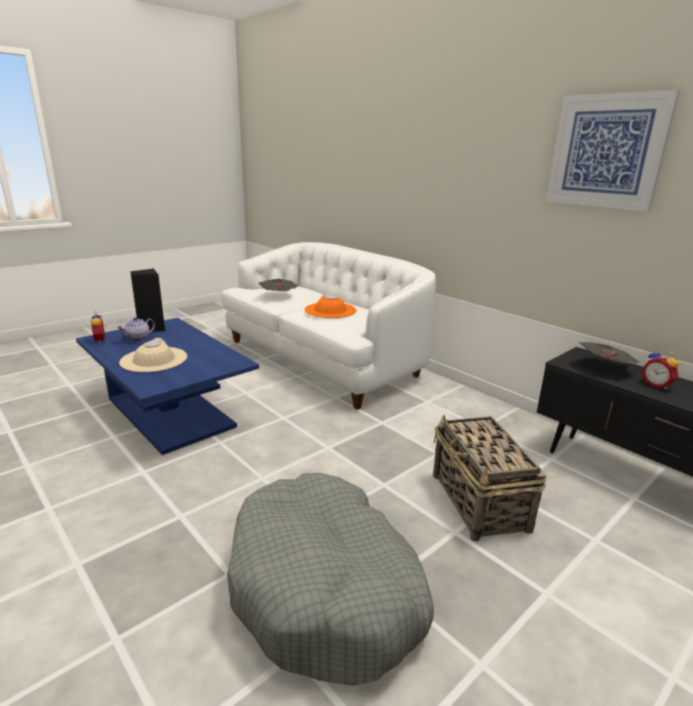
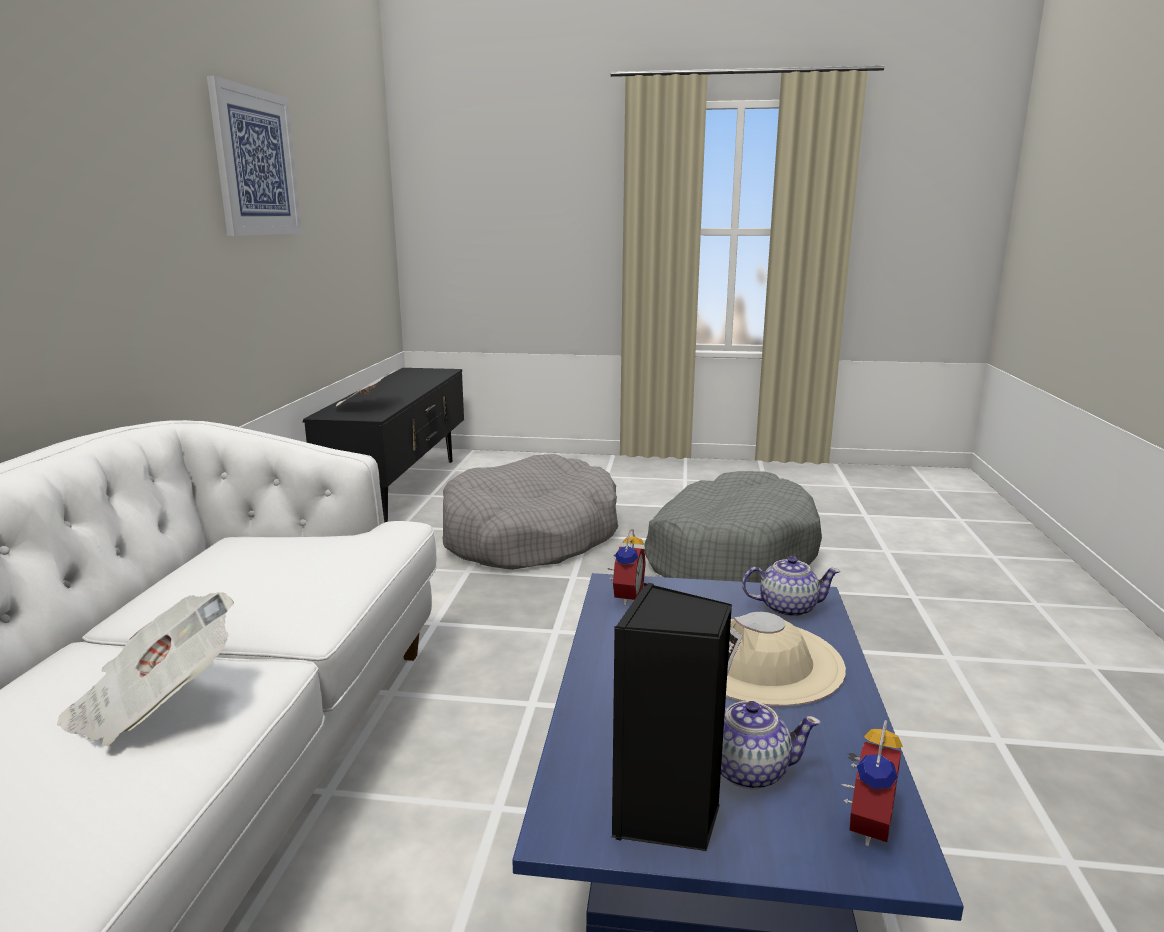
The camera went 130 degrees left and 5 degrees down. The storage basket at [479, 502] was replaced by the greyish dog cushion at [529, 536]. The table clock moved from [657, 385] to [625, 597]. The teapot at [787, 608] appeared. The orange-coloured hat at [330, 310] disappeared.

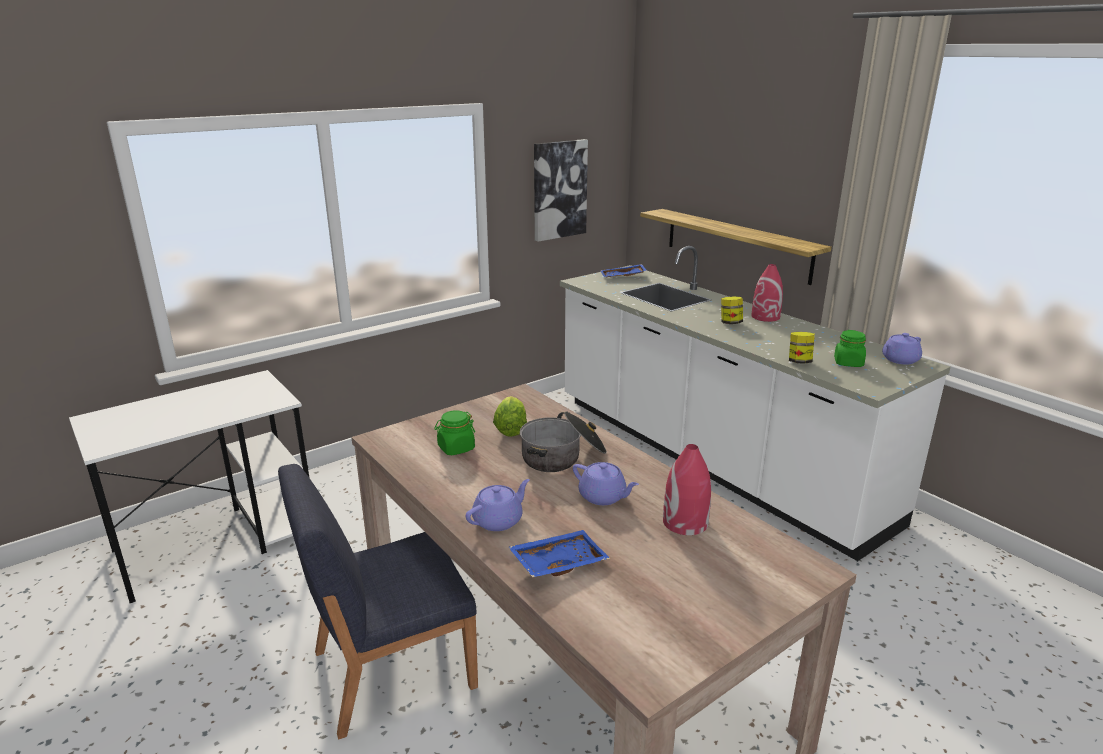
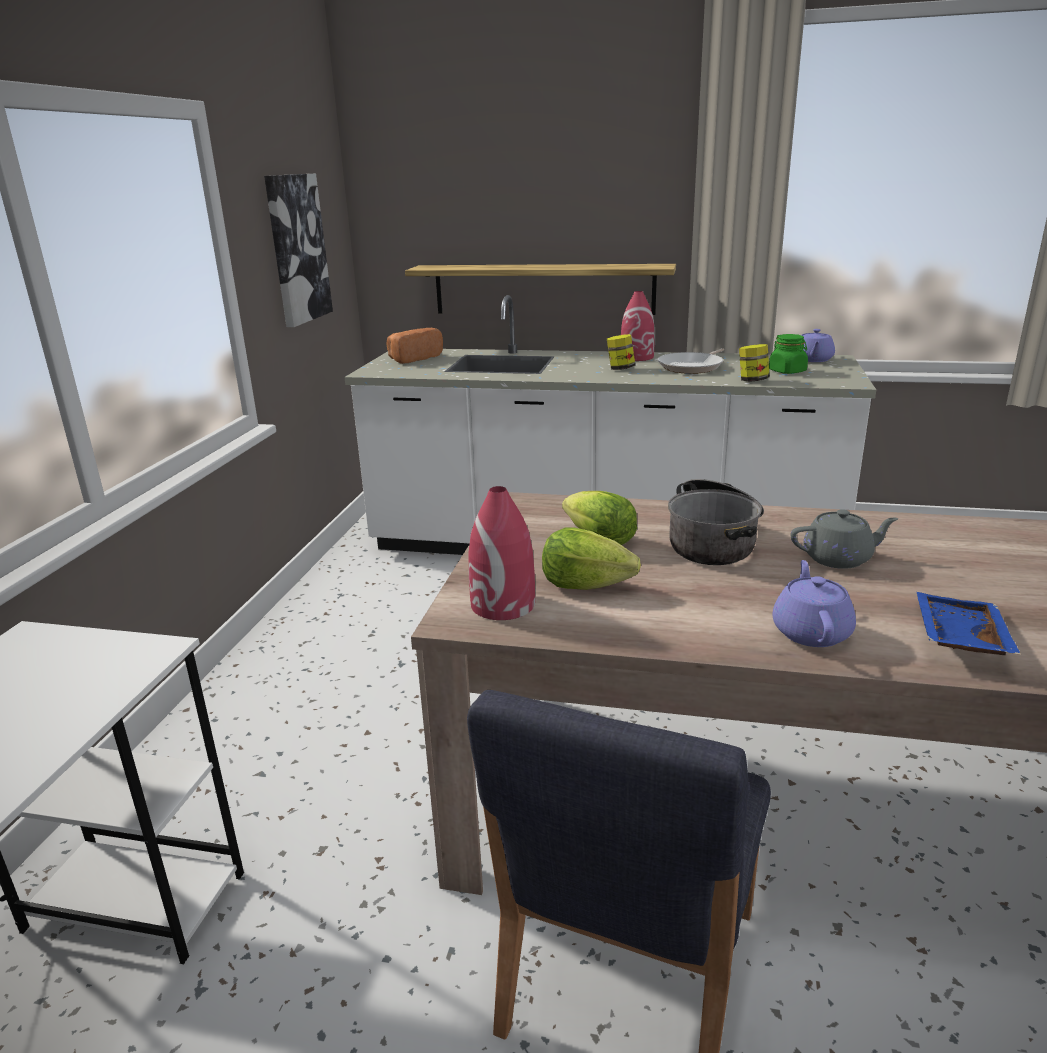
The camera went 40 degrees left and 0 degrees up. The bluish serving tray at [623, 277] was replaced by the bread at [413, 358]. The red flower vase moved from [685, 522] to [503, 605]. The green storage jar at [456, 448] was replaced by the head of lettuce at [585, 585]. The frying pan at [692, 367] appeared. The purple-coloured teapot at [603, 497] became the greyish teapot at [839, 558].

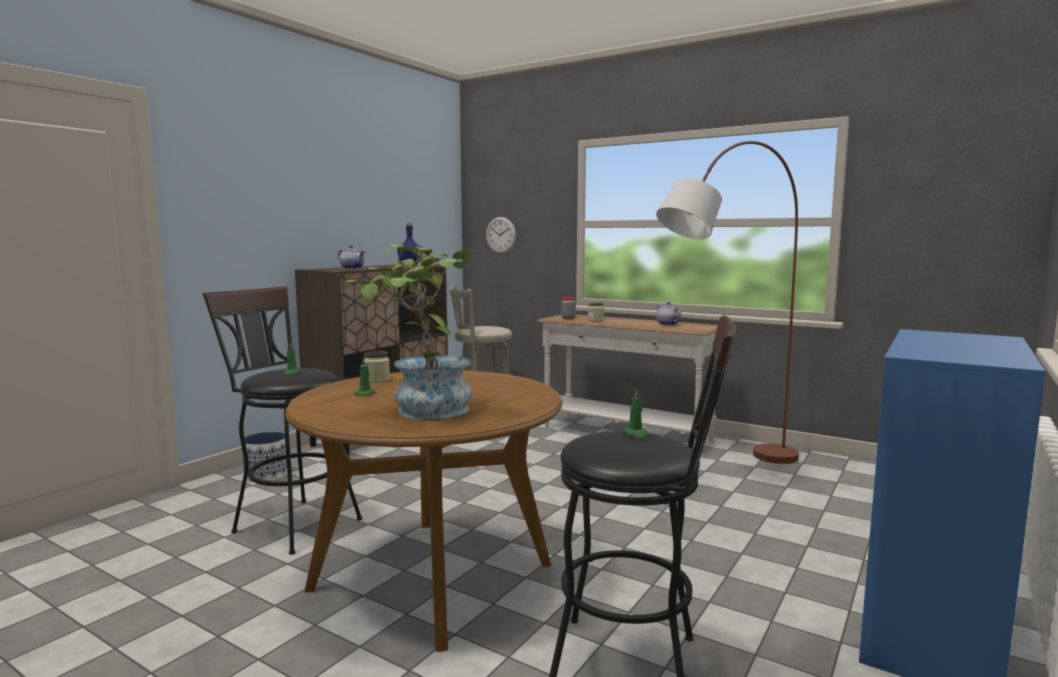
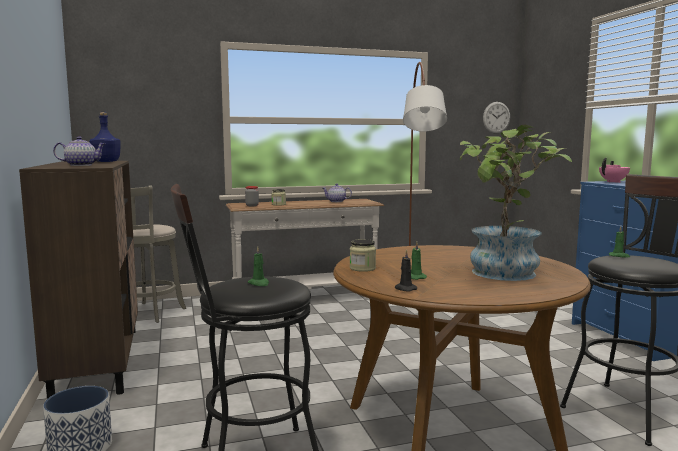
The camera went 50 degrees left and 0 degrees up. The blackish wax light at [404, 289] appeared. The hanging clock moved from [501, 235] to [496, 117]. The pink teapot at [613, 182] appeared.

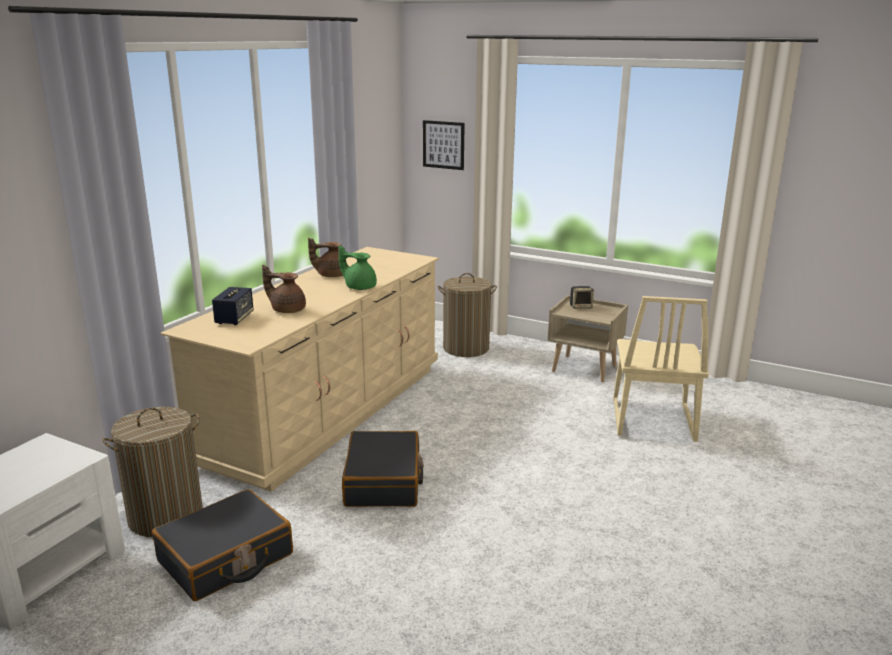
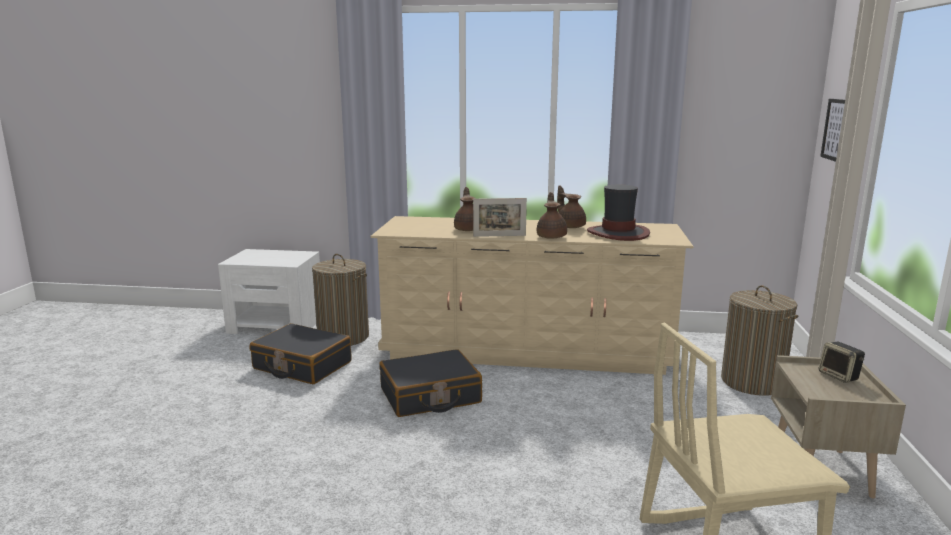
The camera went 70 degrees right and 5 degrees down. The standing frame at [499, 236] appeared. The green teapot at [359, 287] became the brown-coloured teapot at [551, 236]. The hat at [618, 233] appeared. The speaker at [234, 319] disappeared.

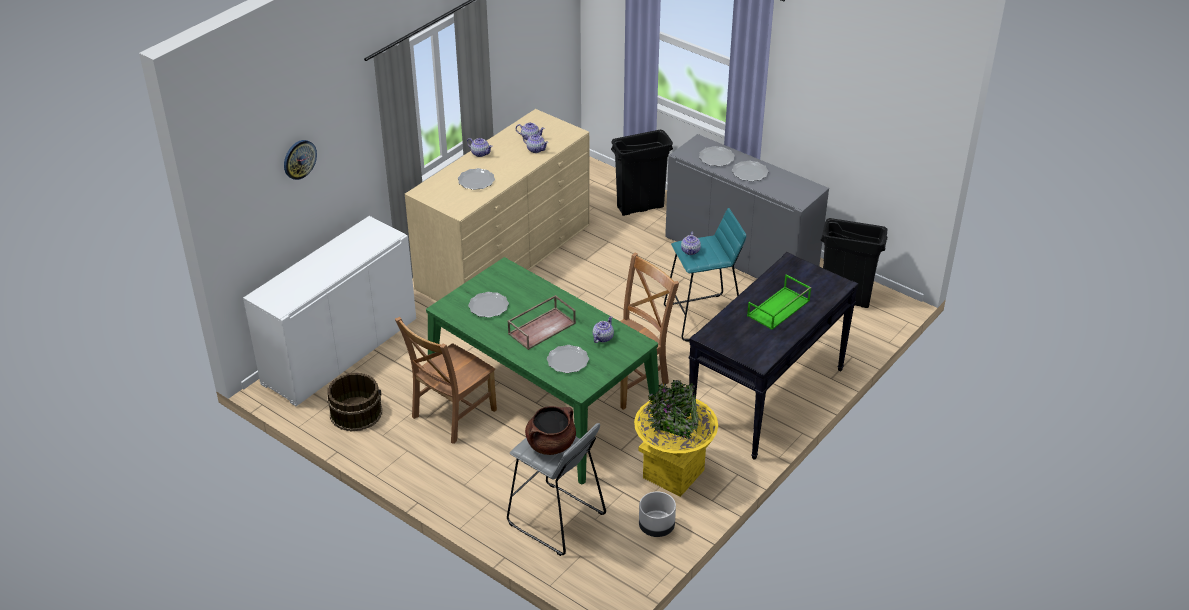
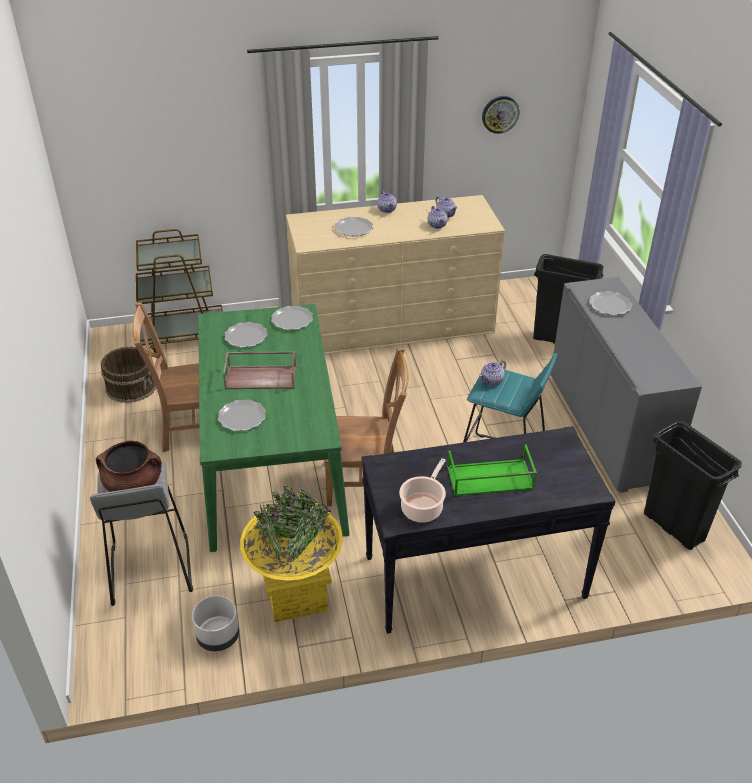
The camera went 40 degrees right and 0 degrees up. The white-coloured storage cabinet at [340, 351] was replaced by the brown-coloured wheeled cart at [182, 335]. The dinner plate moved from [750, 173] to [292, 320]. The saucepot at [423, 507] appeared. The hanging clock moved from [299, 159] to [500, 114]. The teapot at [602, 338] disappeared.

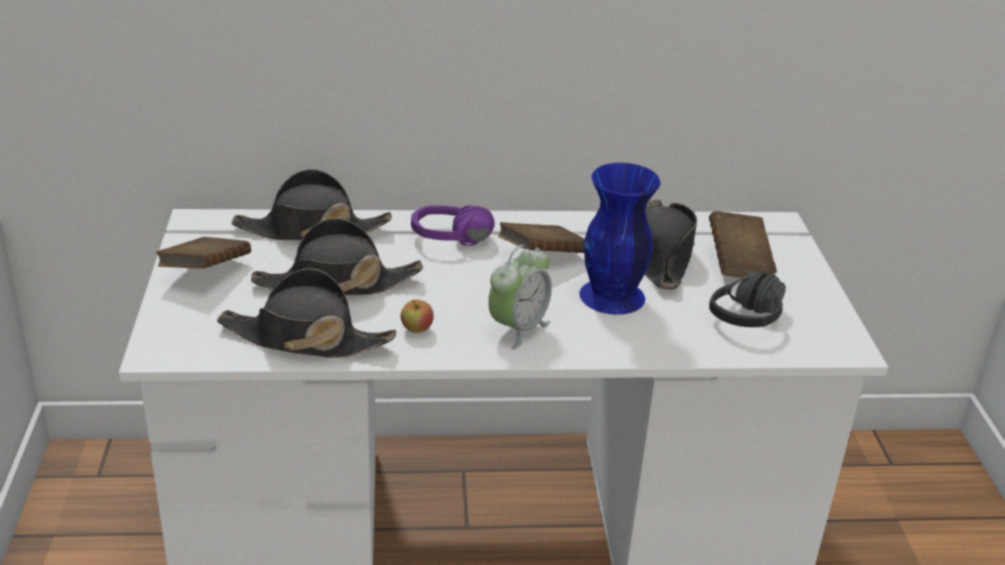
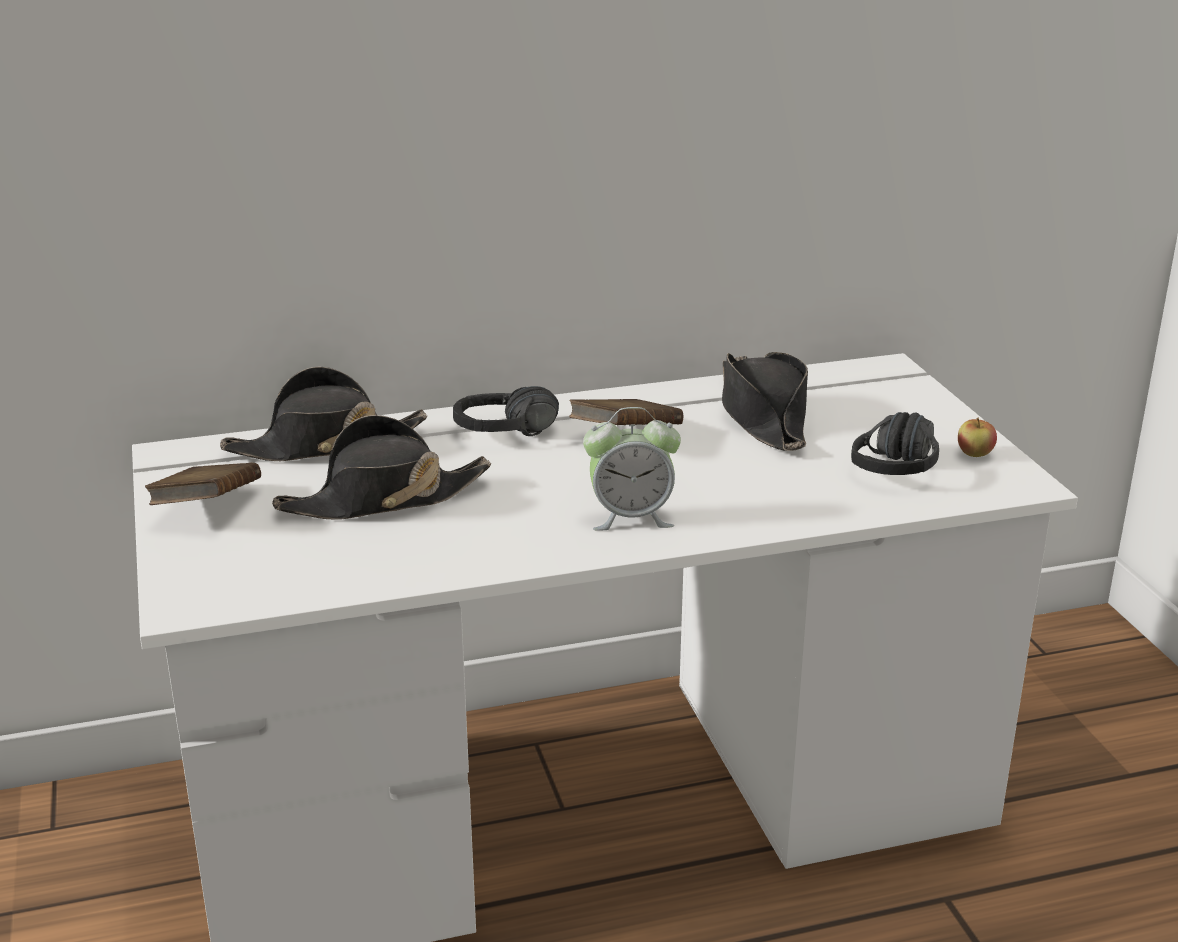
The camera went 10 degrees left and 5 degrees down. The purple-coloured headphones at [451, 245] became the blackish headphones at [509, 438]. The table clock at [518, 329] turned 60 degrees clockwise. The apple fruit moved from [417, 329] to [975, 454]. The blackish hat at [305, 339] disappeared. The bluish flower vase at [611, 296] disappeared. The brown-coloured book at [738, 263] disappeared.

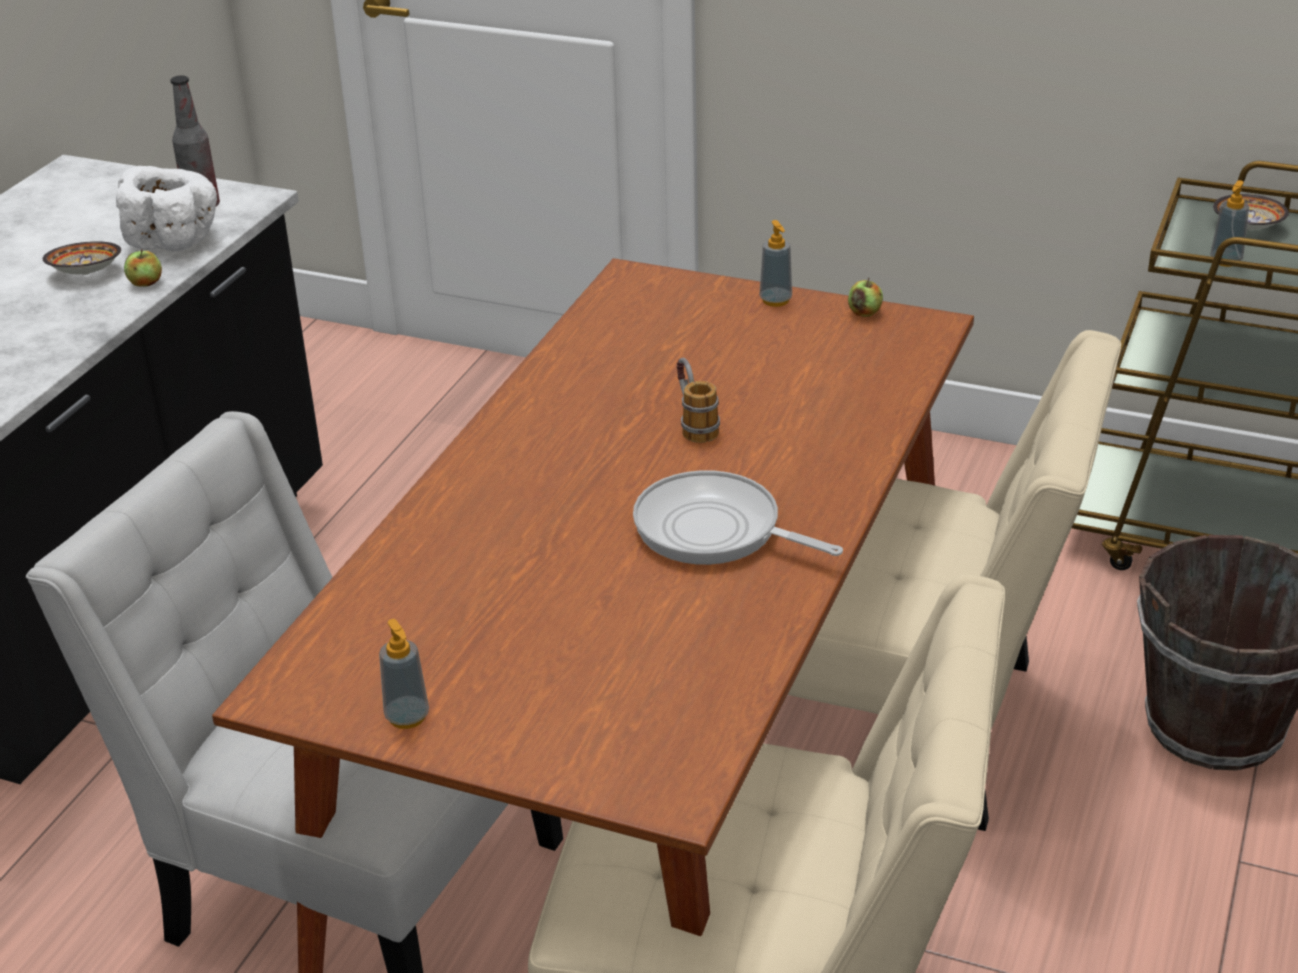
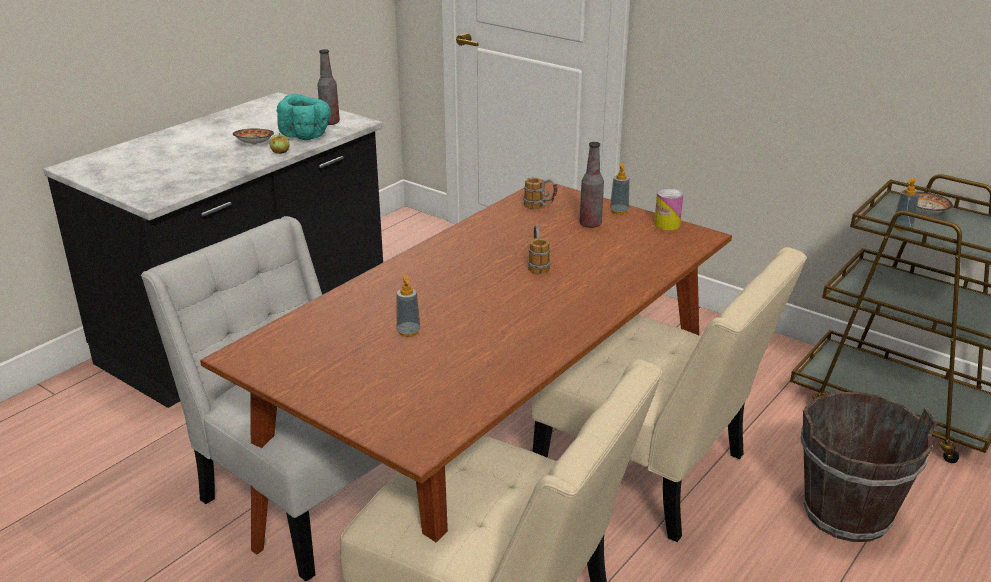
The camera went 15 degrees right and 5 degrees down. The white-coloured deep dish at [173, 240] became the turquoise deep dish at [306, 135]. The soap bottle moved from [407, 717] to [408, 332]. The mug at [540, 207] appeared. The drink bottle at [590, 224] appeared. The apple fruit at [864, 313] was replaced by the can at [667, 224]. The frying pan at [715, 531] disappeared.

